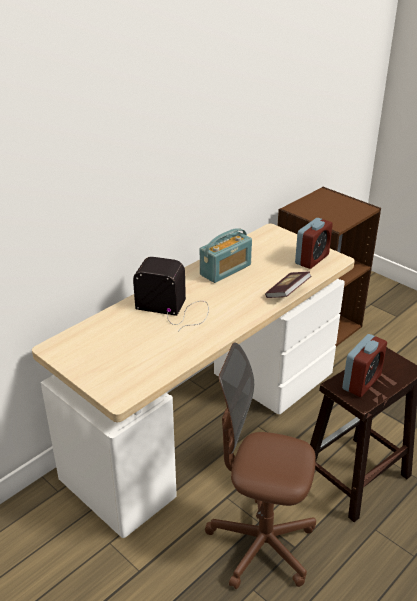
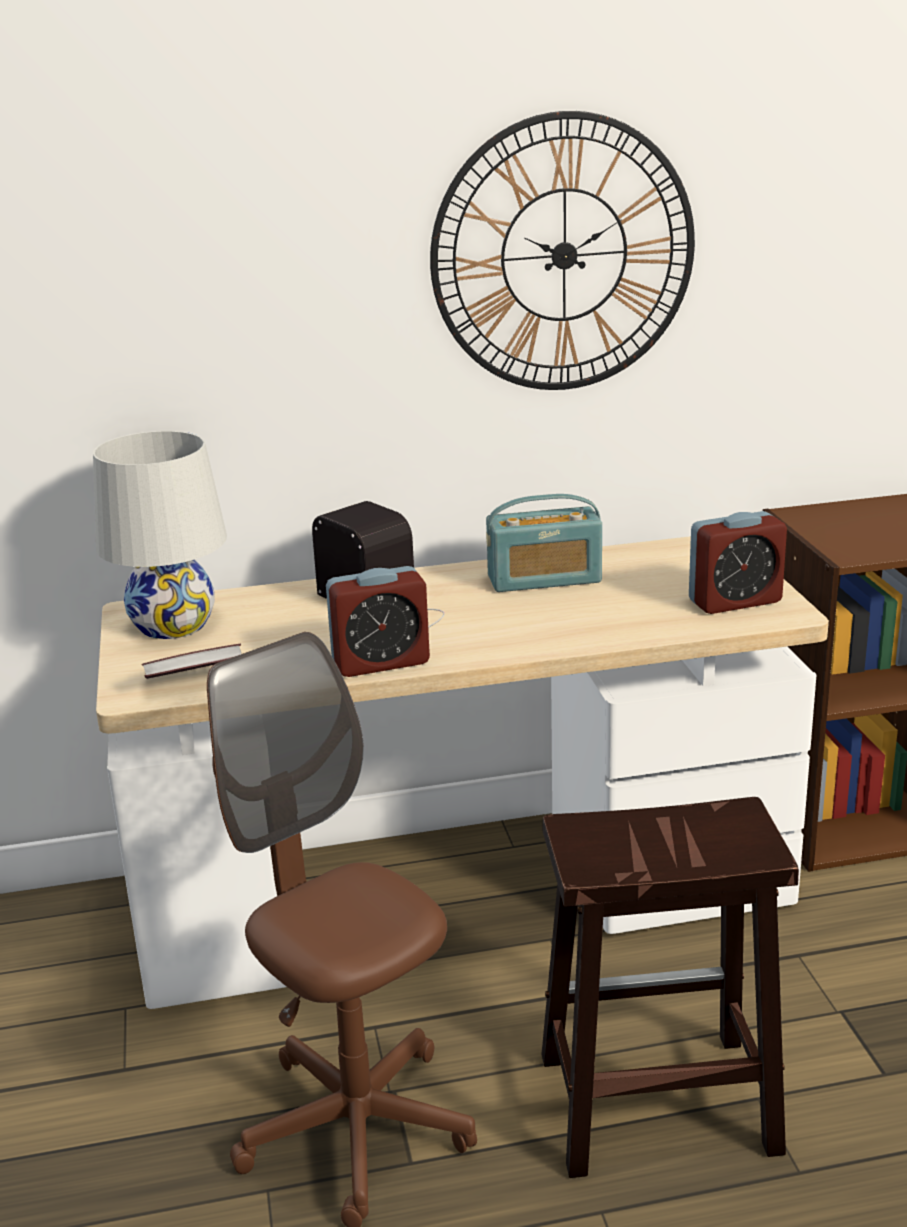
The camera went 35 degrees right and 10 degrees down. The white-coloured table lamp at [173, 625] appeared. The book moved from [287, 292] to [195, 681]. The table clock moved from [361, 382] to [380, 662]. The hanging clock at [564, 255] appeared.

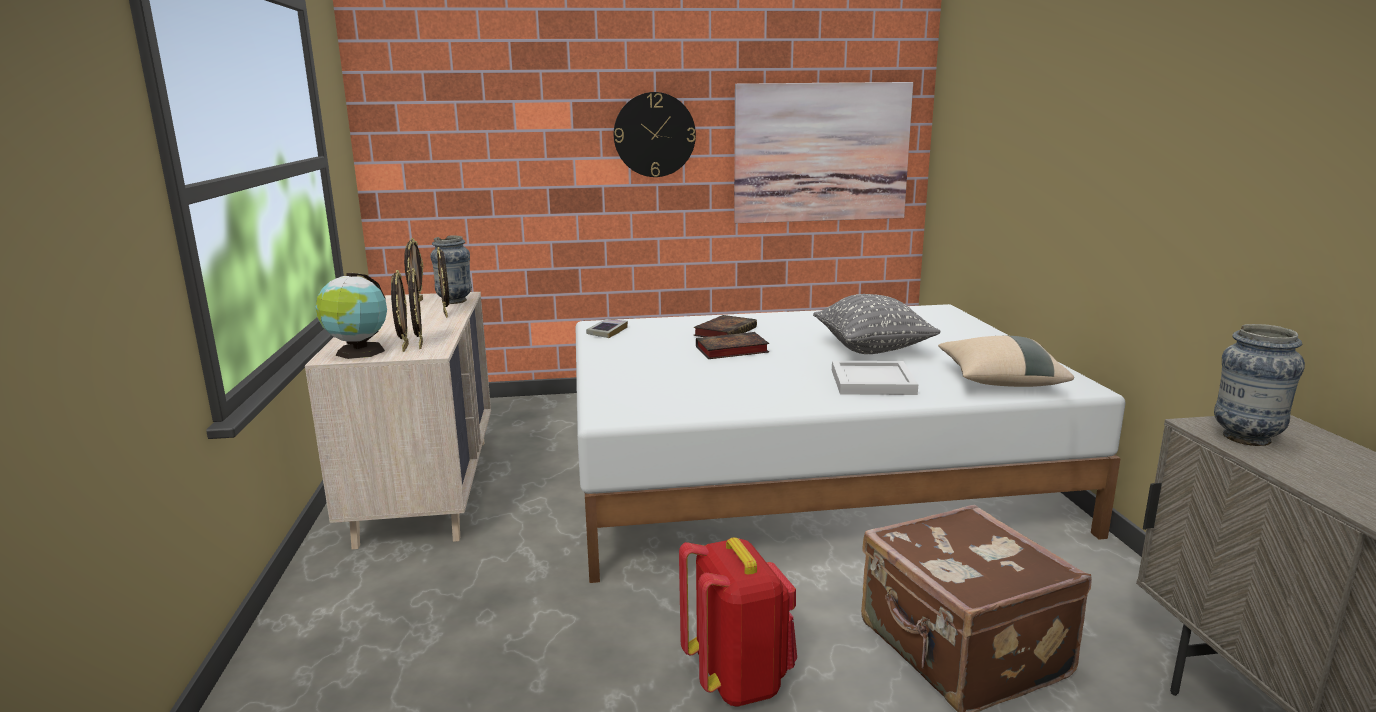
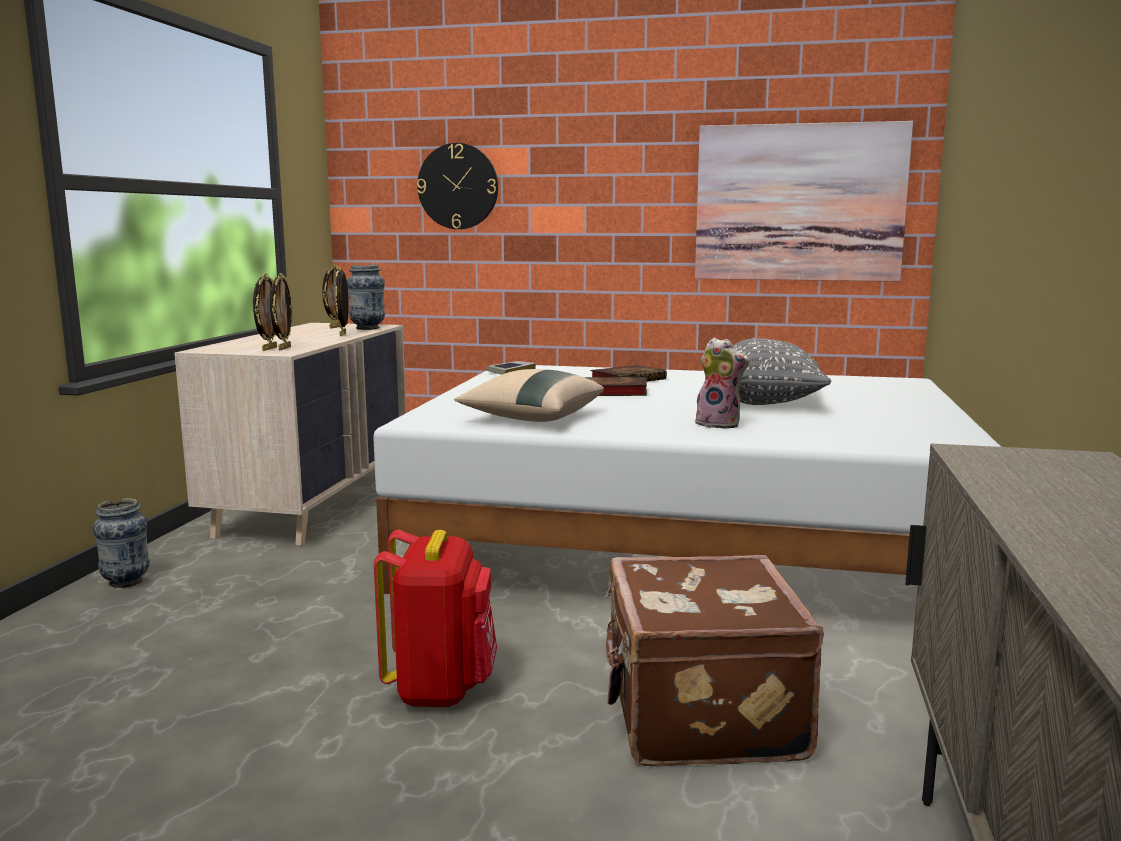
The camera went 20 degrees right and 5 degrees down. The flower vase moved from [1246, 438] to [126, 582]. The hanging clock moved from [654, 135] to [458, 186]. The beige-coloured throw pillow moved from [999, 381] to [531, 418]. The white-coloured serving tray at [871, 382] was replaced by the plush toy at [719, 424]. The desk globe at [358, 352] disappeared.

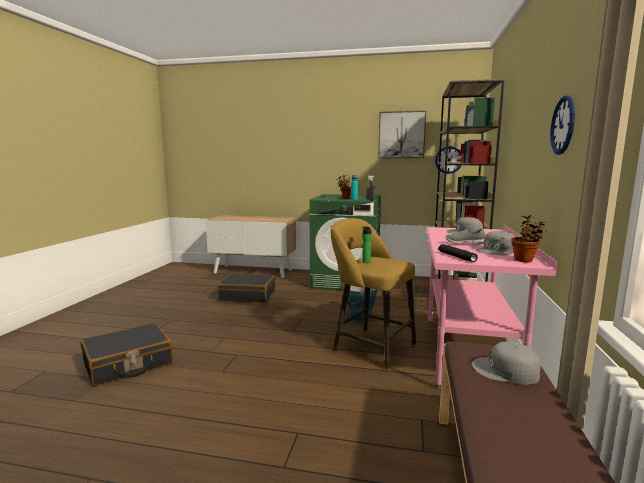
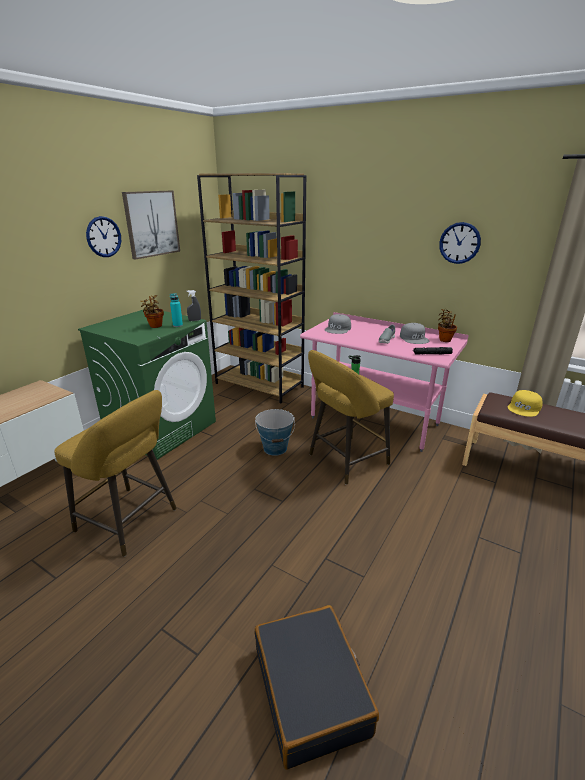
The camera went 70 degrees left and 15 degrees up. The blackish suitcase at [247, 296] was replaced by the yellowish stool seat at [131, 522]. The hanging clock moved from [449, 160] to [103, 237]. The greyish peaked cap at [506, 371] became the yellowish peaked cap at [524, 408].

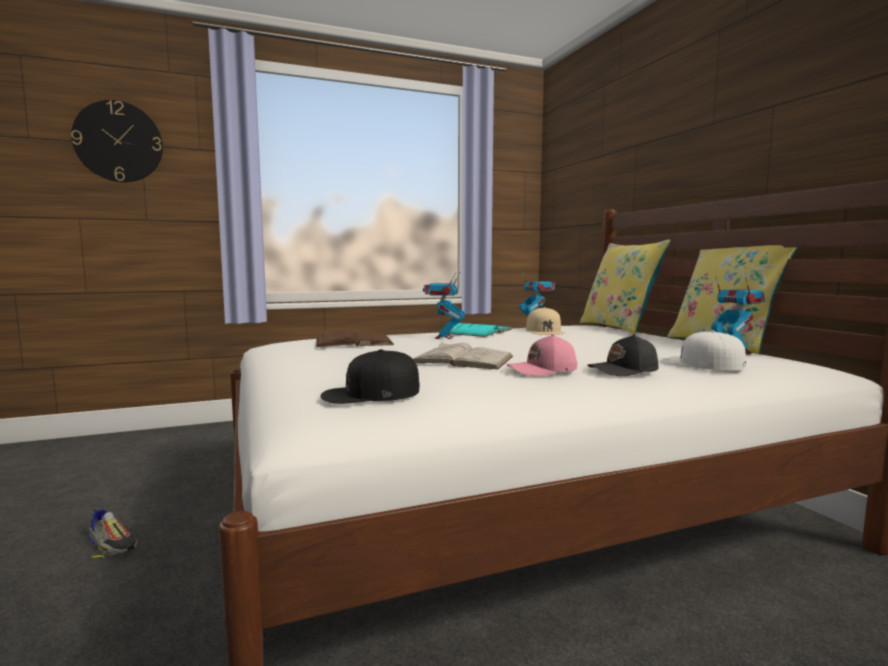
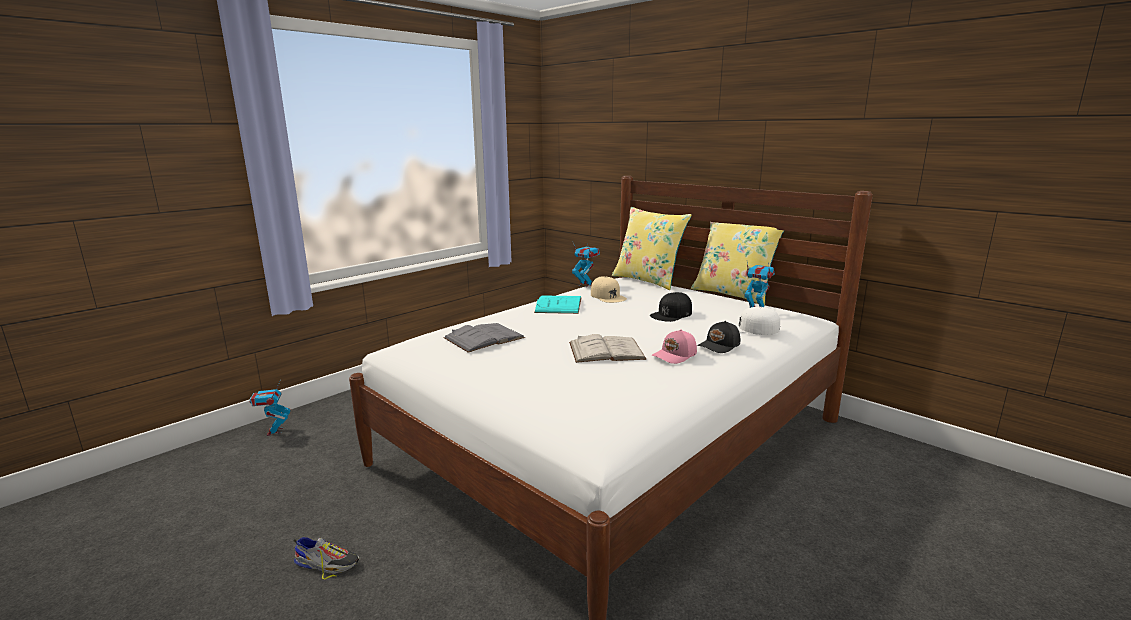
The camera went 25 degrees left and 10 degrees up. The robot figure moved from [444, 337] to [274, 431]. The brown-coloured book at [353, 341] became the greyish book at [484, 338]. The blackish peaked cap moved from [371, 393] to [671, 314]. The hanging clock at [118, 142] disappeared.

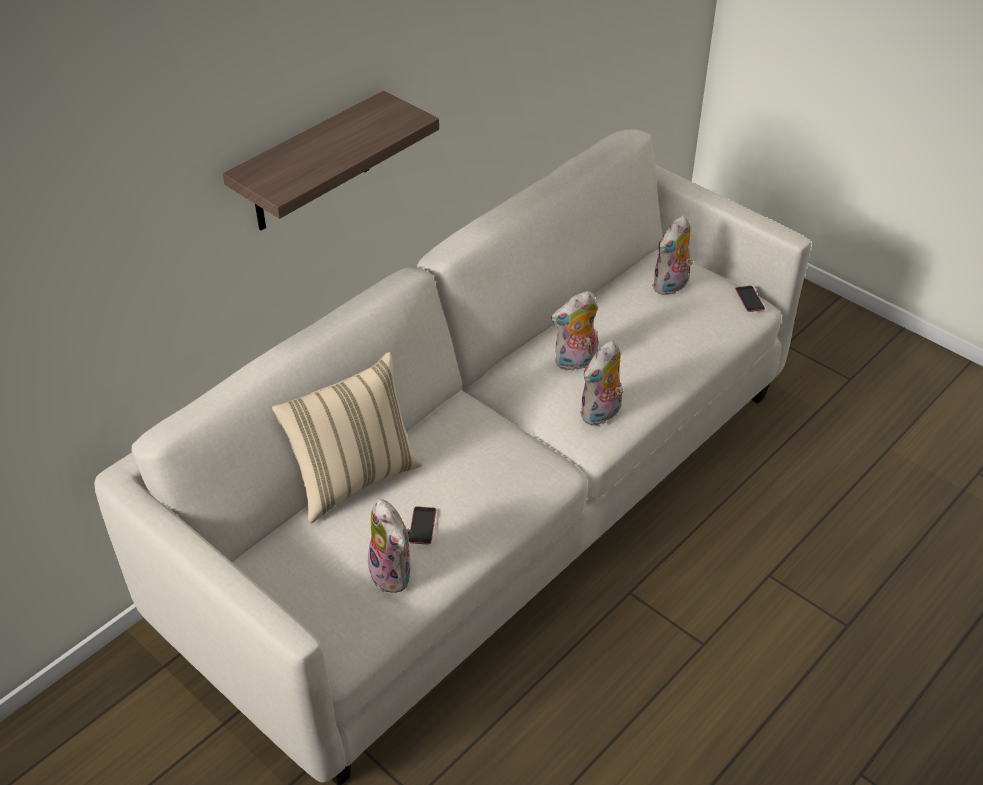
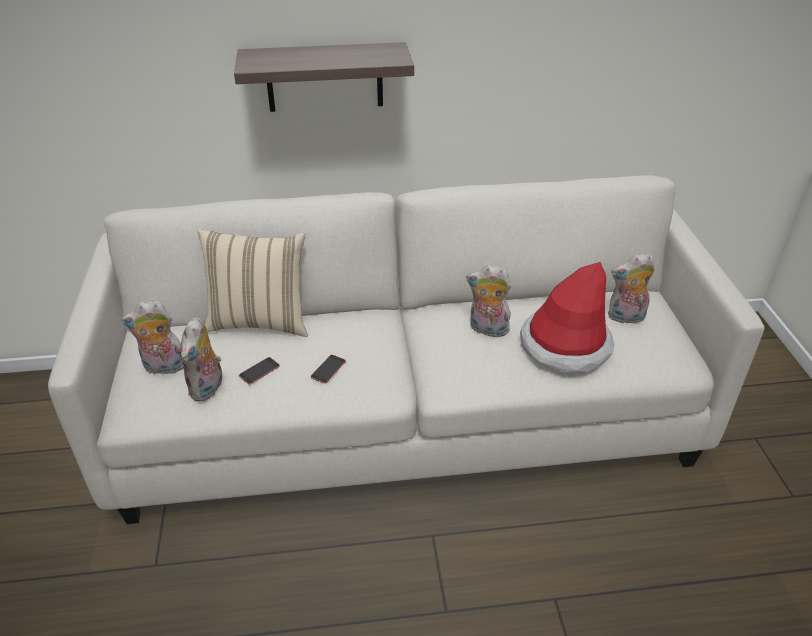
The camera went 40 degrees right and 5 degrees down. The plush toy moved from [601, 415] to [163, 367]. The telephone moved from [749, 299] to [328, 369]. The hat at [565, 345] appeared.

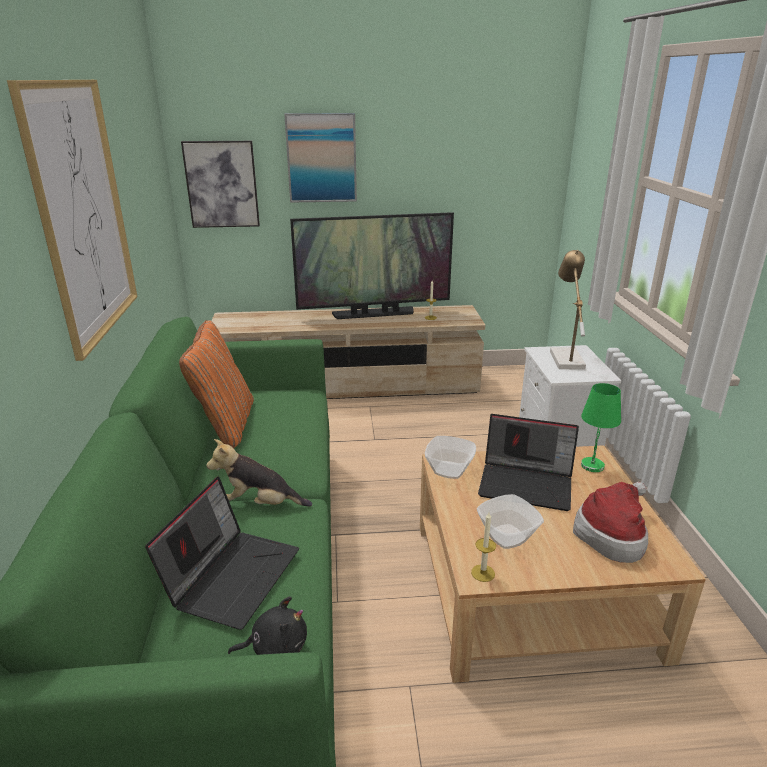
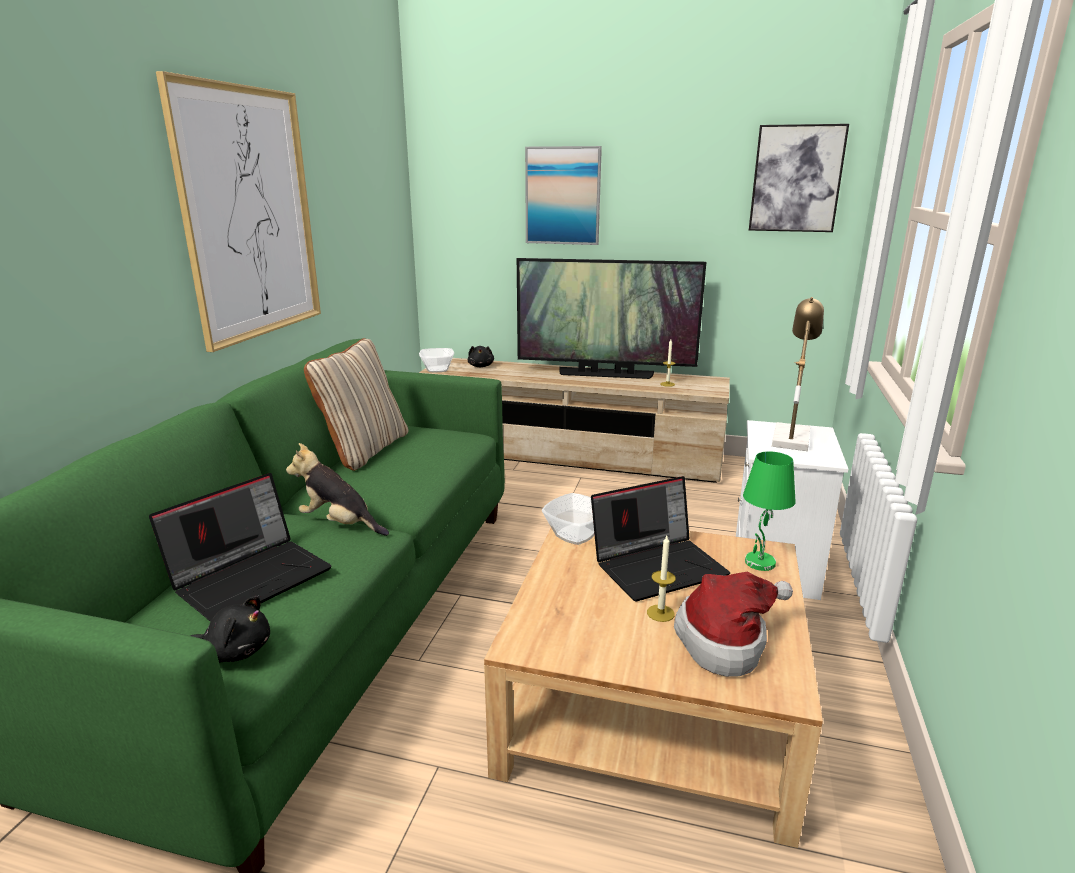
The camera went 20 degrees right and 5 degrees down. The orange-coloured throw pillow at [225, 424] became the beige-coloured throw pillow at [364, 450]. The deep dish moved from [507, 537] to [437, 370]. The blackish plush toy at [481, 366] appeared. The laptop at [527, 484] turned 60 degrees counterclockwise. The wax light moved from [483, 573] to [660, 613]. The wall picture moved from [222, 184] to [796, 179].

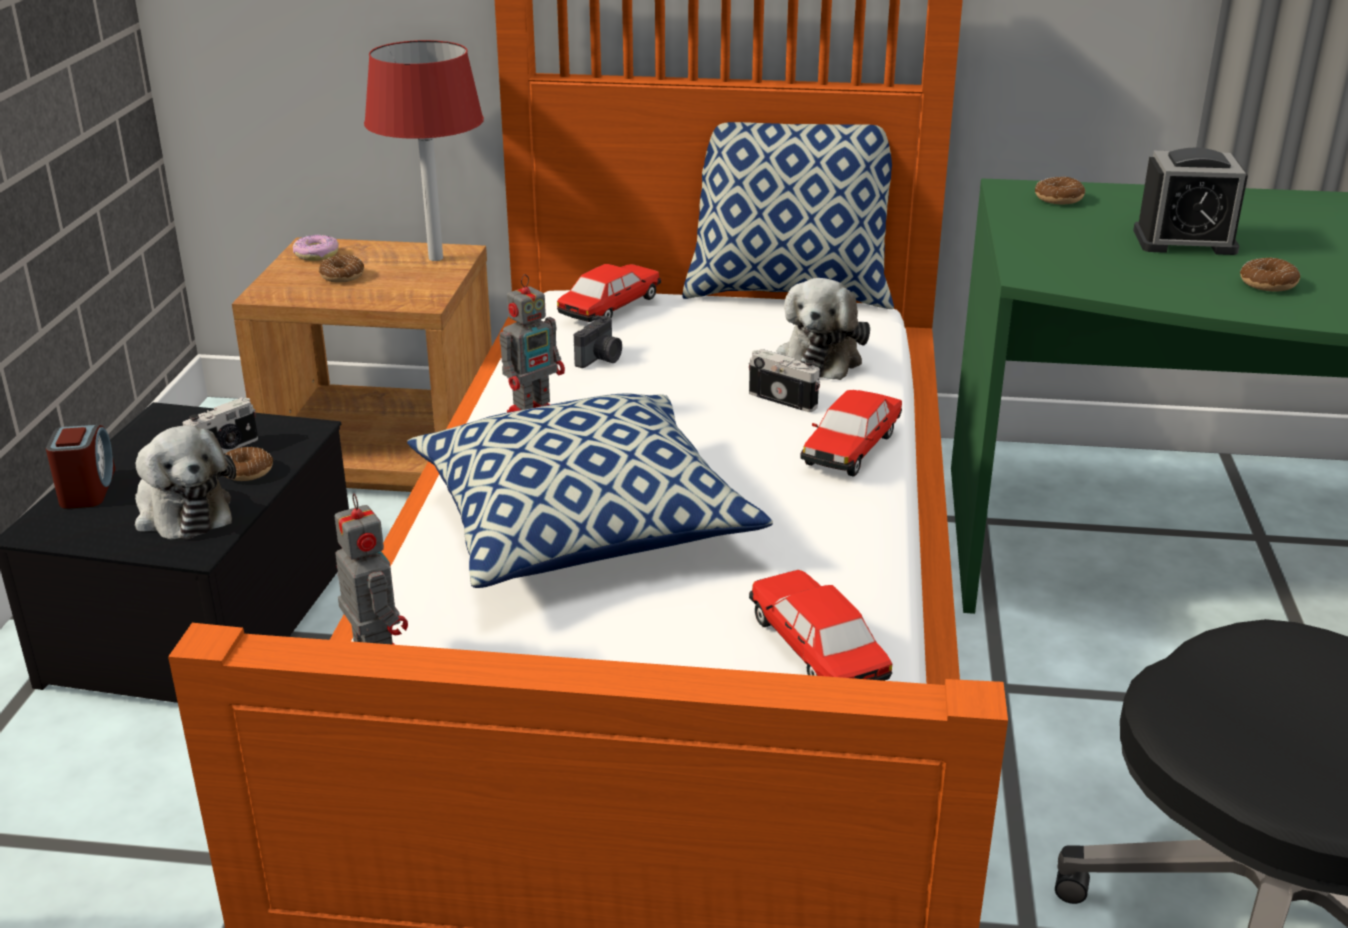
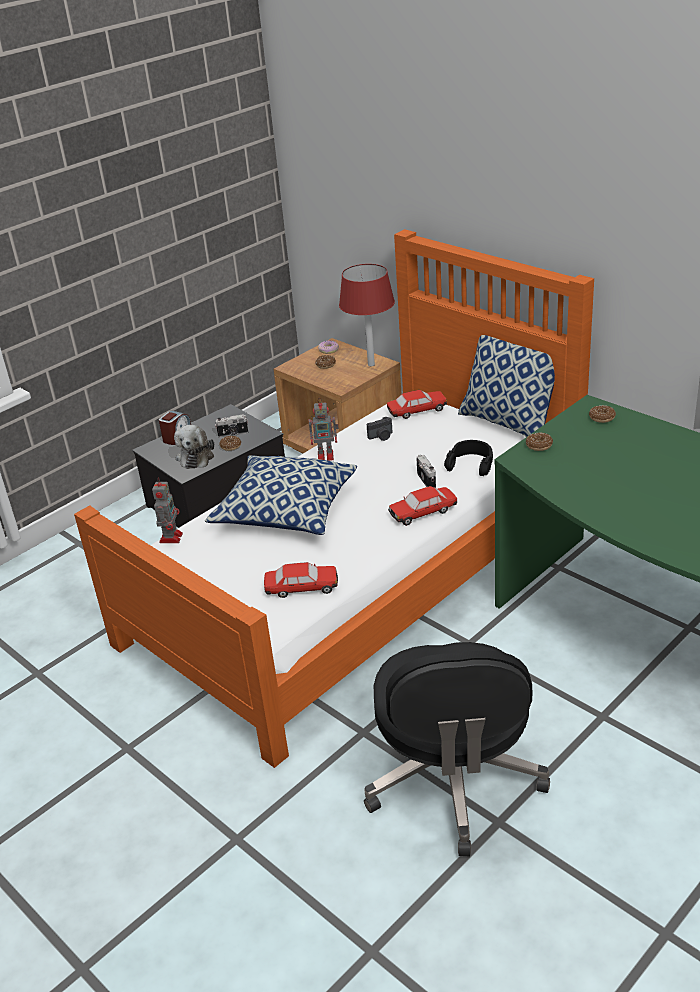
The camera went 40 degrees right and 5 degrees up. The miniature car at [817, 650] turned 75 degrees clockwise. The plush toy at [821, 357] was replaced by the blackish headphones at [471, 464]. The donut moved from [1268, 284] to [539, 445]. The table clock at [1184, 241] disappeared.

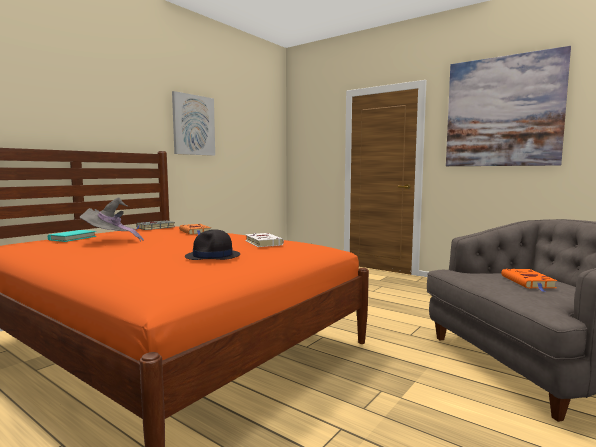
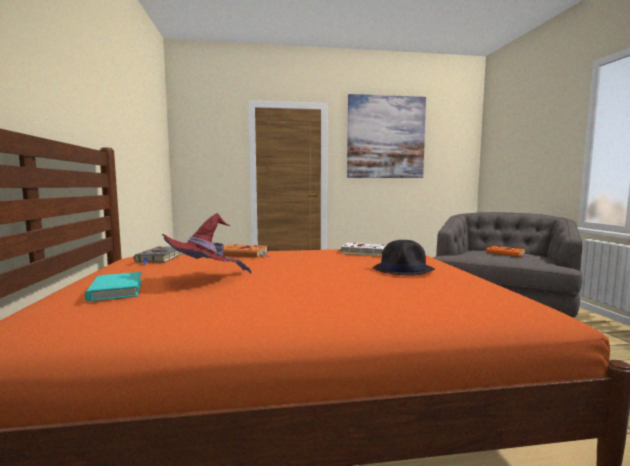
The camera went 45 degrees left and 0 degrees up. The greyish hat at [111, 240] became the red hat at [205, 280]. The wall picture at [193, 125] disappeared.

